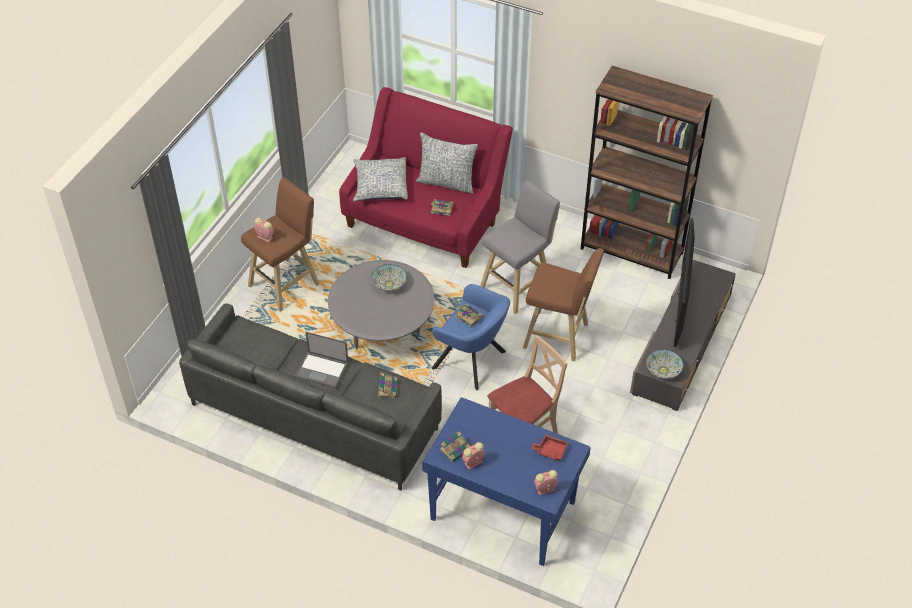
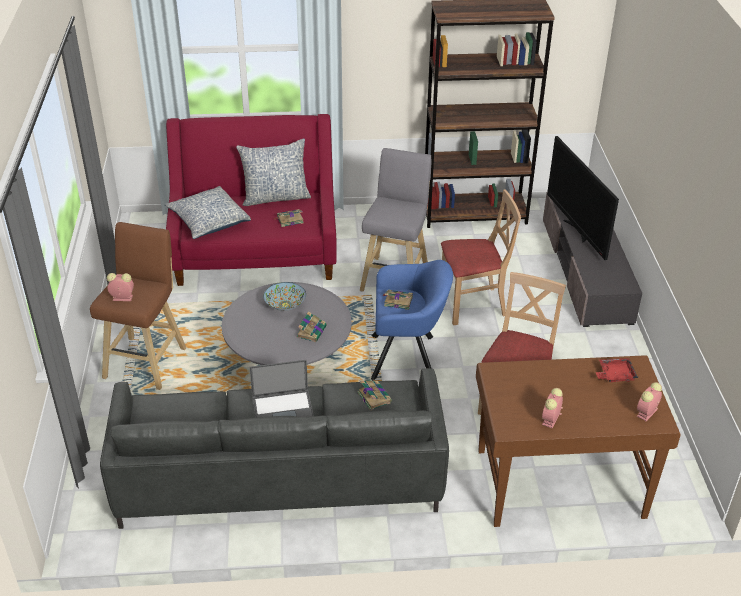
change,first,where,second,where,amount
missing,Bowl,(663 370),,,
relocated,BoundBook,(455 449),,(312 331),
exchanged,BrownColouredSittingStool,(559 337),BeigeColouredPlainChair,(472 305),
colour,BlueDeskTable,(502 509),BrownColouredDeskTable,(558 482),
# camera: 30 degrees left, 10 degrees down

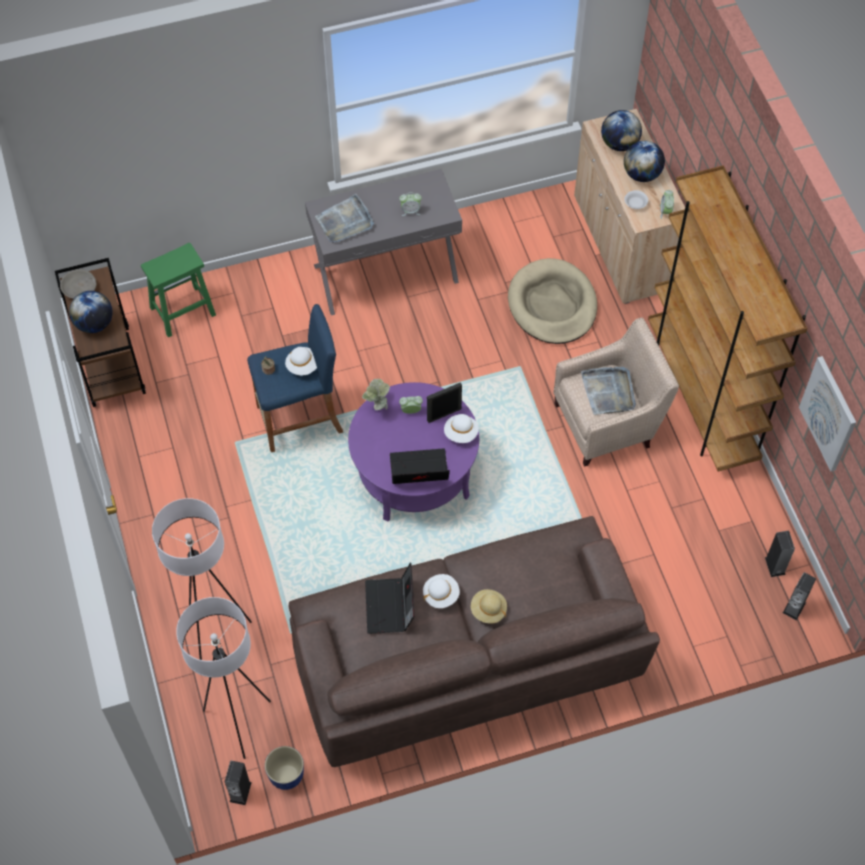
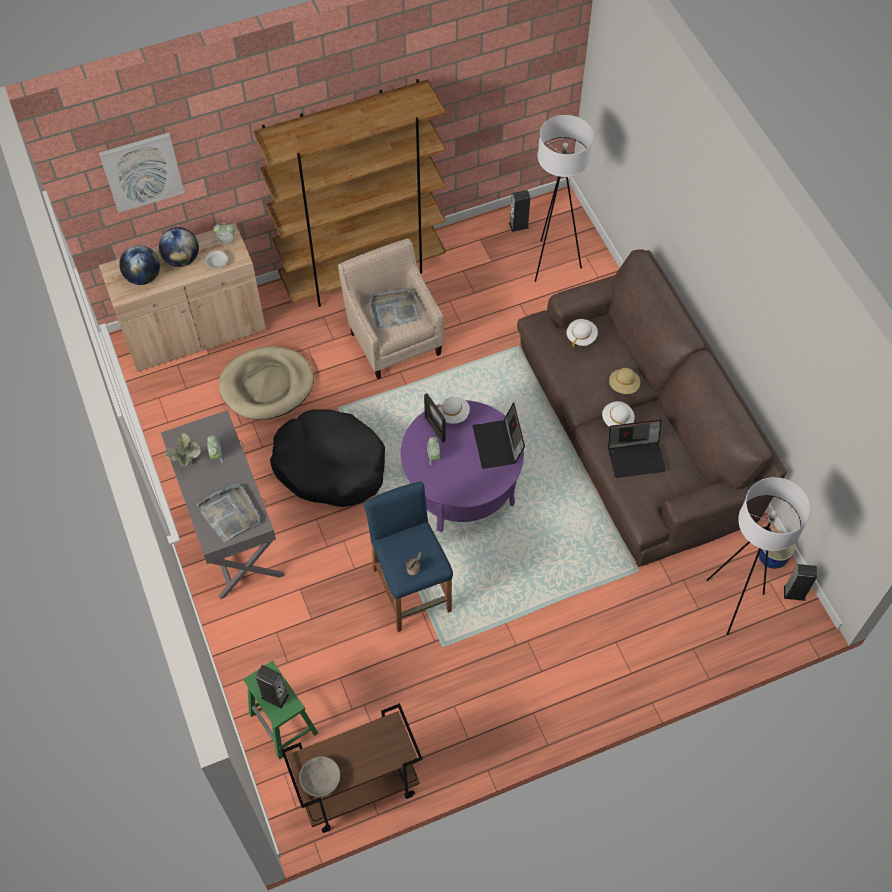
change,first,where,second,where,amount
missing,DeskGlobe,(94 323),,,
appeared,,,BlackishPetBed,(330 466),
relocated,WhitishStandardLamp,(215 631),,(552 262),
relocated,WhitishWearableHat,(303 365),,(581 336),
relocated,PottedPlant,(378 408),,(187 464),
relocated,AudioSpeaker,(794 607),,(275 696),
relocated,Picture,(829 413),,(142 171),
# camera: 95 degrees left, 0 degrees up

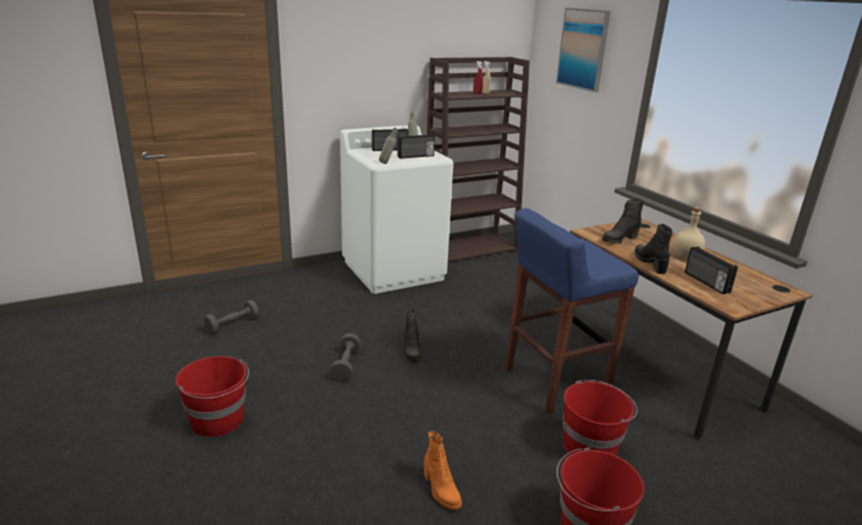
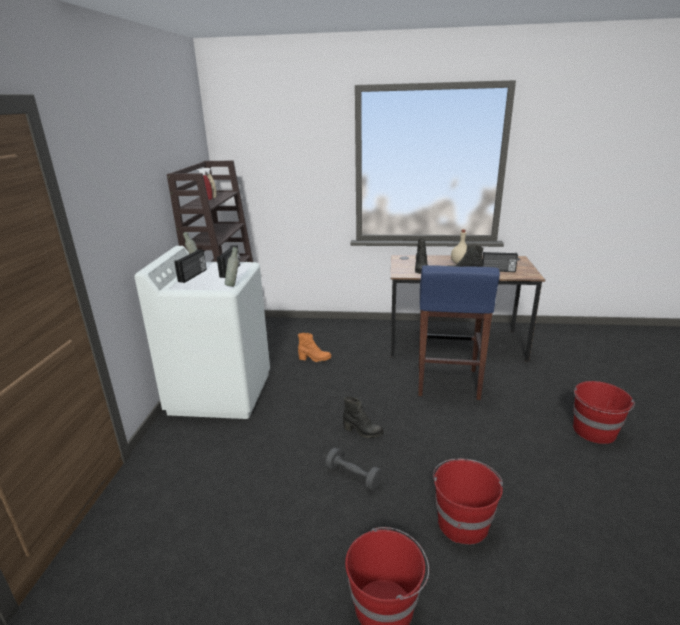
change,first,where,second,where,amount
missing,GreyHandWeight,(232 325),,,
missing,Picture,(583 49),,,
relocated,OrangeyHighTopBoot,(440 490),,(314 359),
relocated,RedPail,(590 446),,(462 522),
# camera: 55 degrees left, 0 degrees up

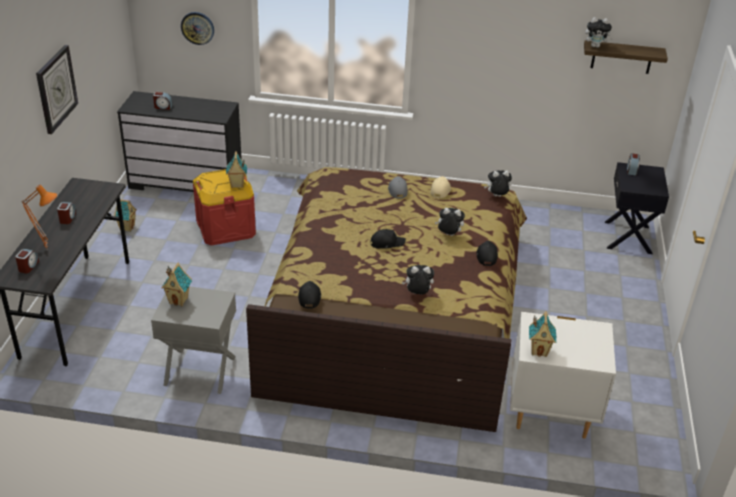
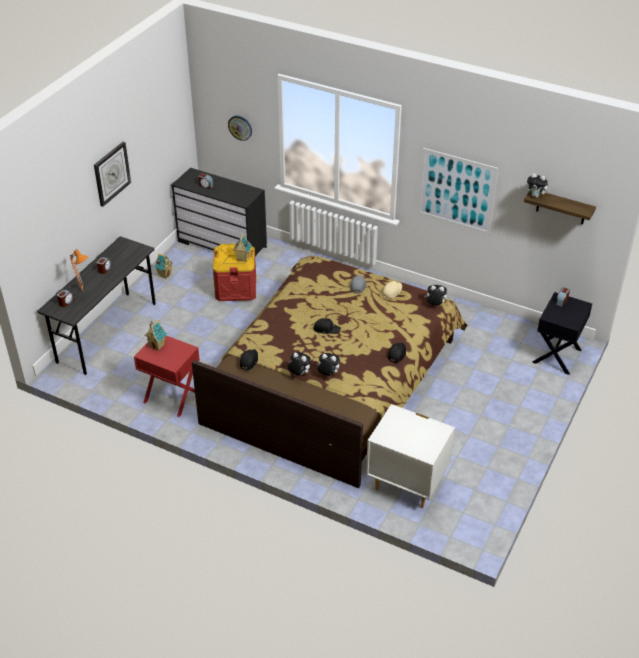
change,first,where,second,where,amount
missing,ModelHouse,(539 350),,,
appeared,,,Picture,(456 191),
relocated,SoftToy,(448 235),,(298 374),
colour,GreyNightstand,(199 371),RedNightstand,(171 397),
# camera: 20 degrees right, 5 degrees up

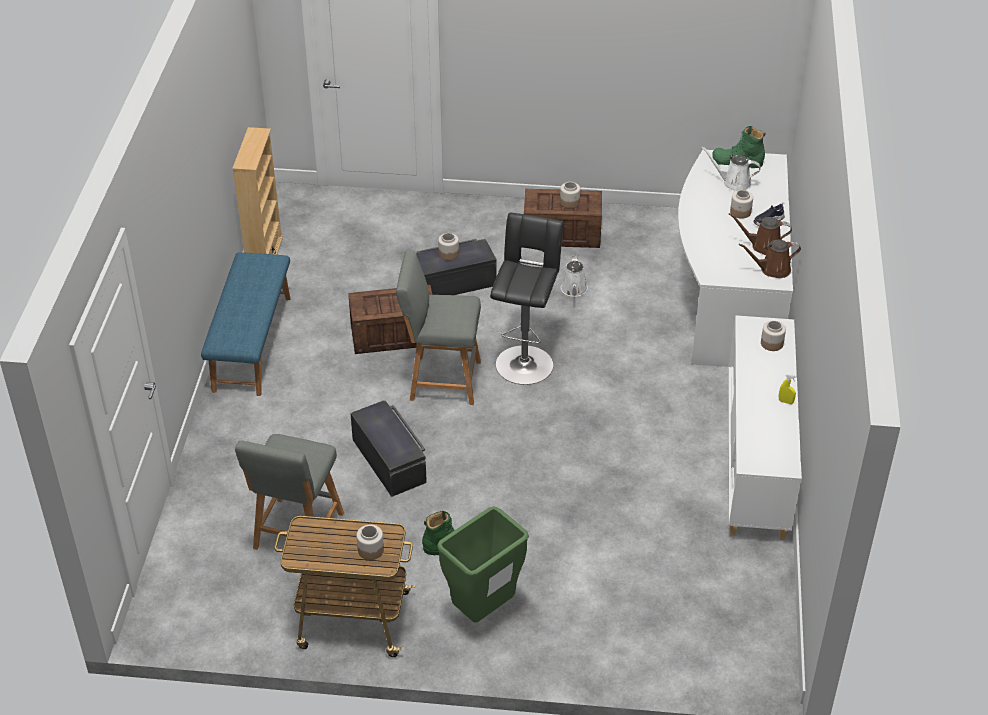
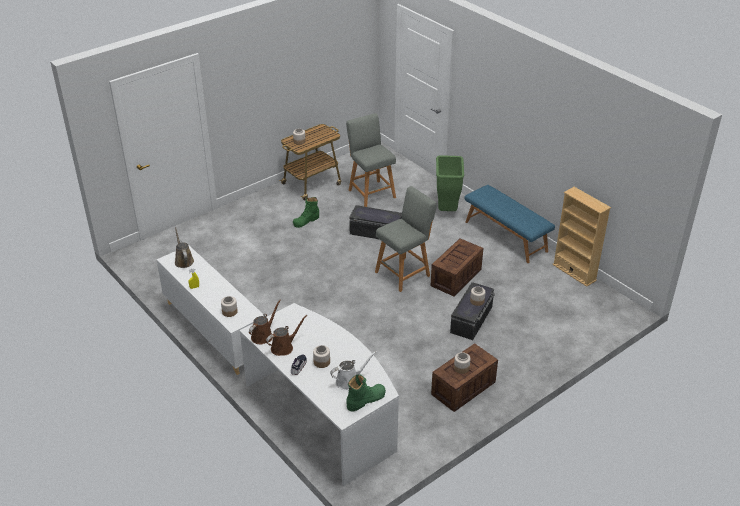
change,first,where,second,where,amount
missing,BlackishSittingStool,(525 362),,,
missing,WhitishWateringCan,(574 290),,,
appeared,,,BrownColouredWateringCan,(183 260),
relocated,GreenishTrashCan,(482 611),,(447 210),
# camera: 135 degrees right, 5 degrees down

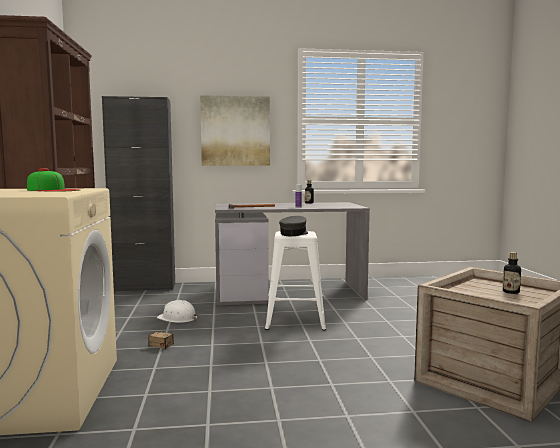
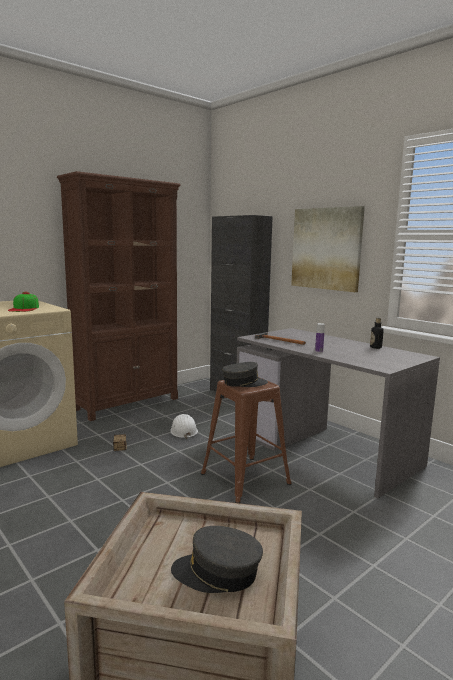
change,first,where,second,where,amount
exchanged,Bottle,(511 292),GreyBaseballCap,(217 573),
colour,WhitishSittingStool,(294 320),BrownColouredSittingStool,(244 478),
# camera: 55 degrees right, 5 degrees up

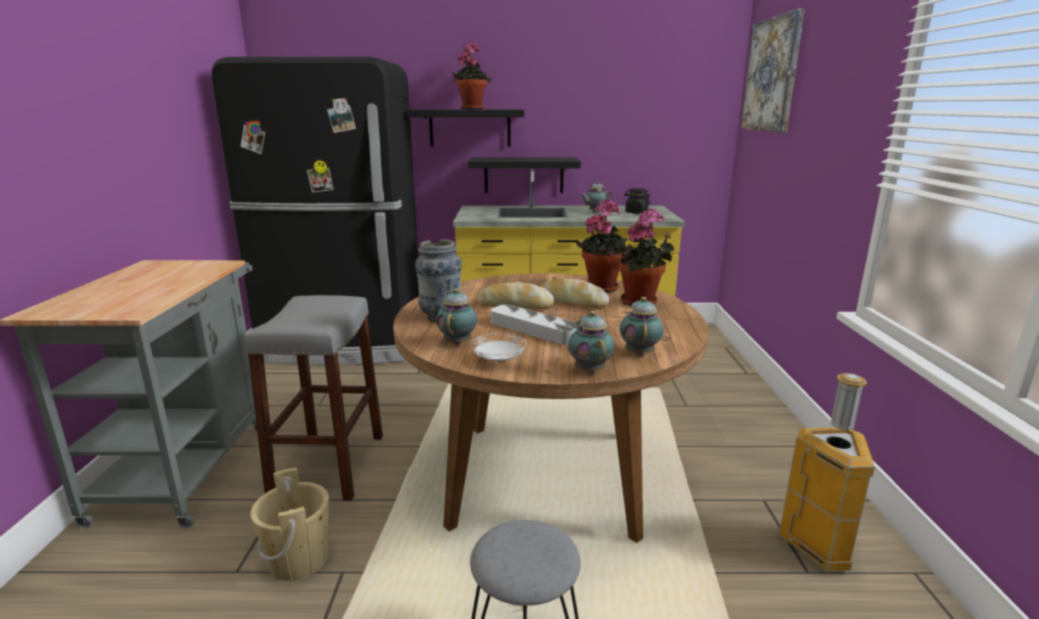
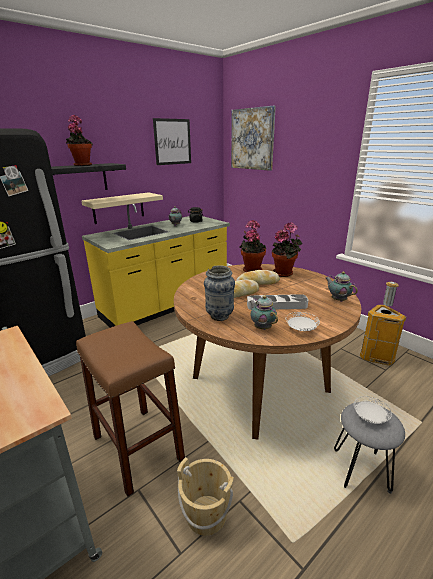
change,first,where,second,where,amount
missing,PotForTea,(589 370),,,
appeared,,,Picture,(172 142),
appeared,,,WhitishPlate,(370 417),
colour,GreySittingStool,(329 465),BrownColouredSittingStool,(137 447),
colour,BlackishShelf,(524 175),BeigeColouredShelf,(118 208),
# camera: 40 degrees left, 5 degrees up

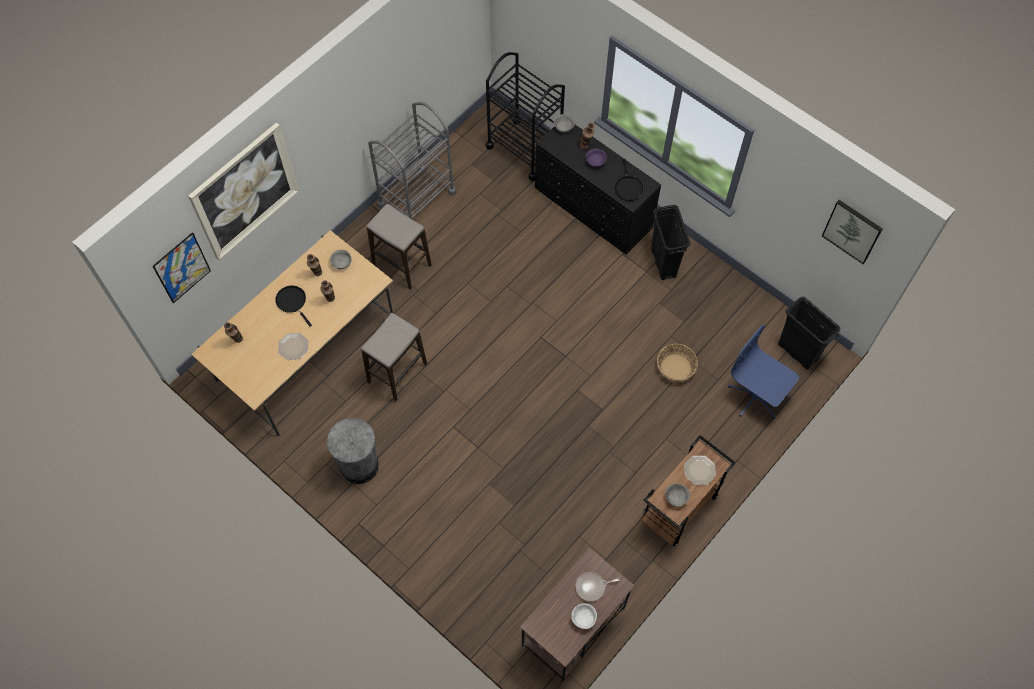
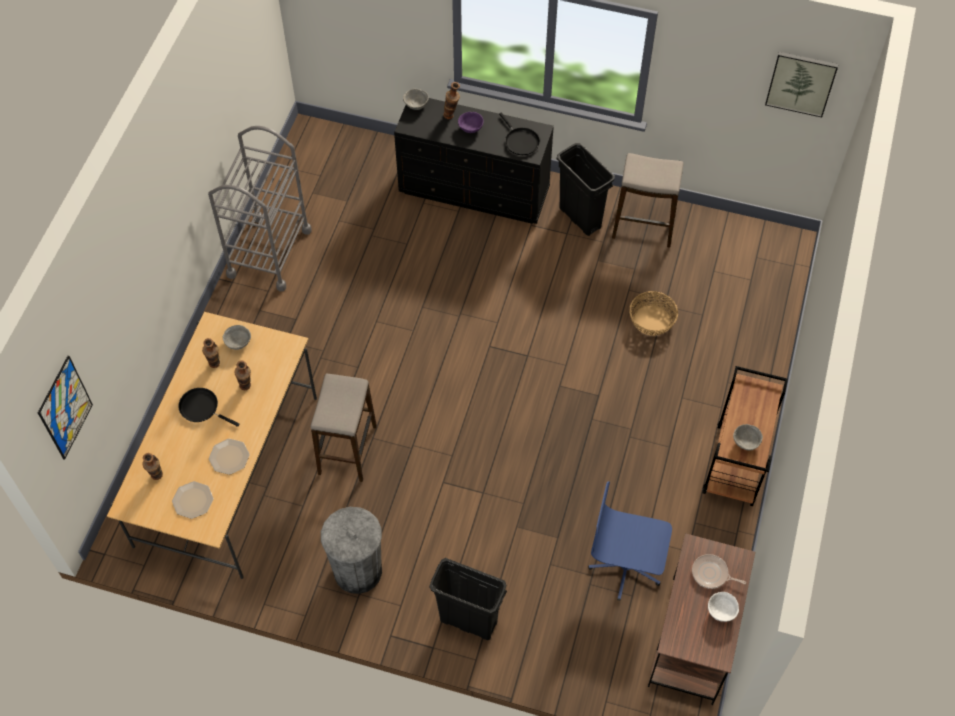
change,first,where,second,where,amount
missing,Picture,(245 191),,,
missing,BlackishCart,(524 149),,,
relocated,SittingStool,(402 264),,(643 226),
relocated,Plate,(700 470),,(193 500),
relocated,BlueDeskChair,(755 396),,(626 567),
relocated,BlackishTrashCan,(797 352),,(469 621),
spun,FryingPan,(592 587),,(711 574),60 degrees clockwise
# camera: 25 degrees left, 5 degrees down

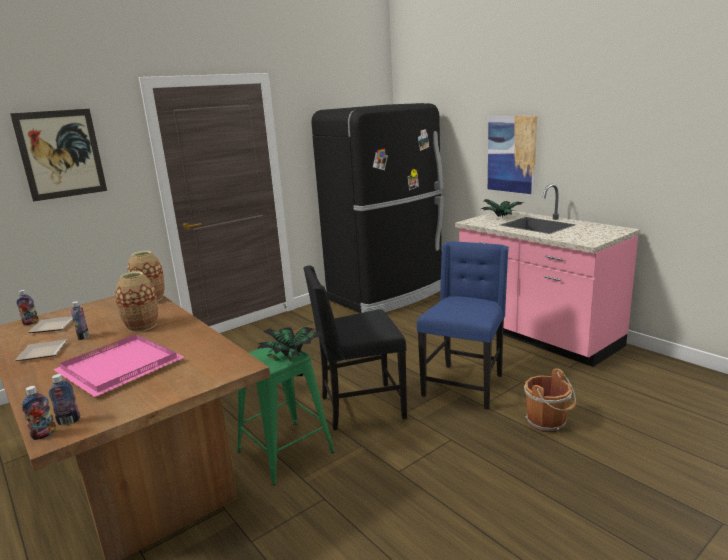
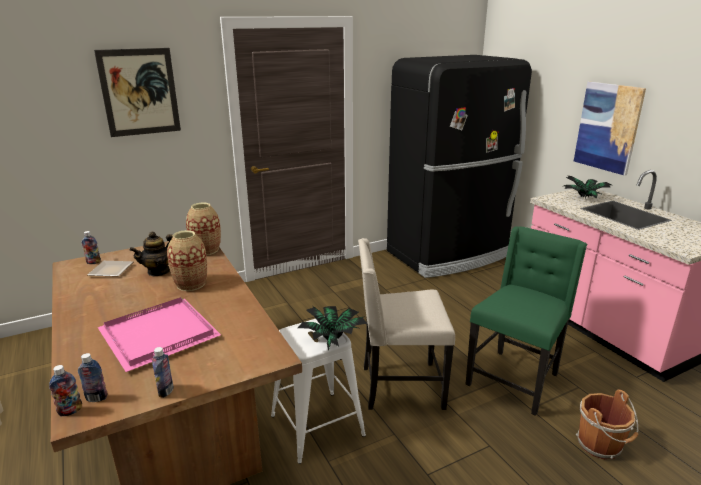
change,first,where,second,where,amount
missing,Plate,(41 352),,,
appeared,,,PotForTea,(159 271),
relocated,Bottle,(83 337),,(166 391),
colour,GreenishSittingStool,(285 451),WhitishSittingStool,(316 425),
colour,BlackishPlainChair,(360 407),BeigeColouredPlainChair,(400 387),
colour,BluePlainChair,(464 385),GreenishPlainChair,(514 379),
# camera: 10 degrees right, 5 degrees up

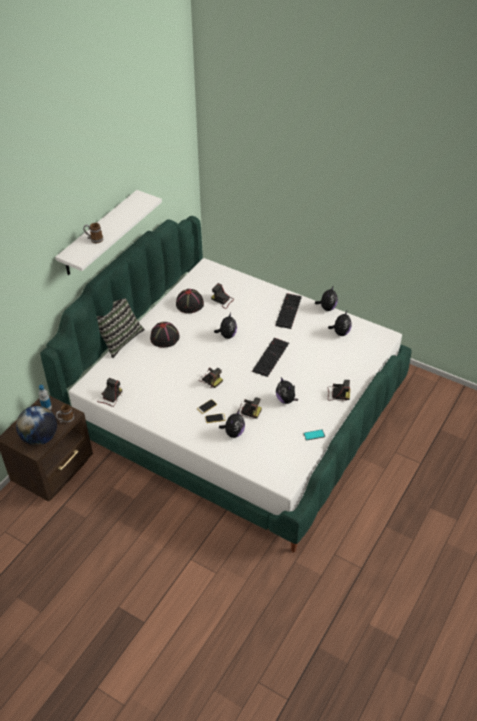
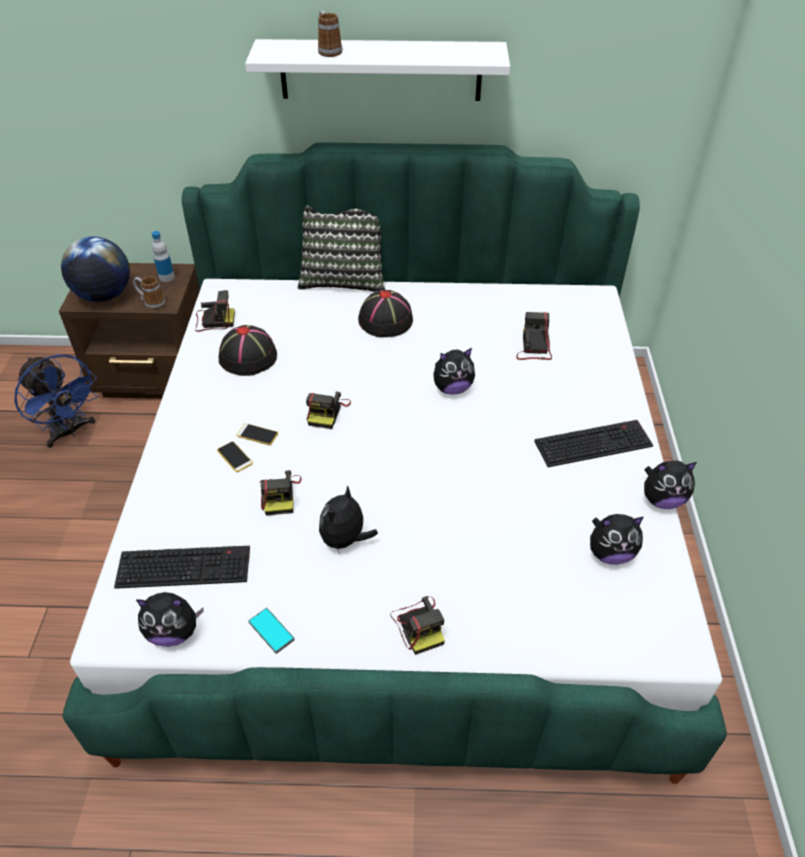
change,first,where,second,where,amount
appeared,,,BlueElectricFan,(70 432),
relocated,BlackishWearableHat,(190 304),,(249 357),
relocated,SoftToy,(233 433),,(174 632),
relocated,Keyboard,(270 356),,(185 566),
# camera: 60 degrees right, 0 degrees up

